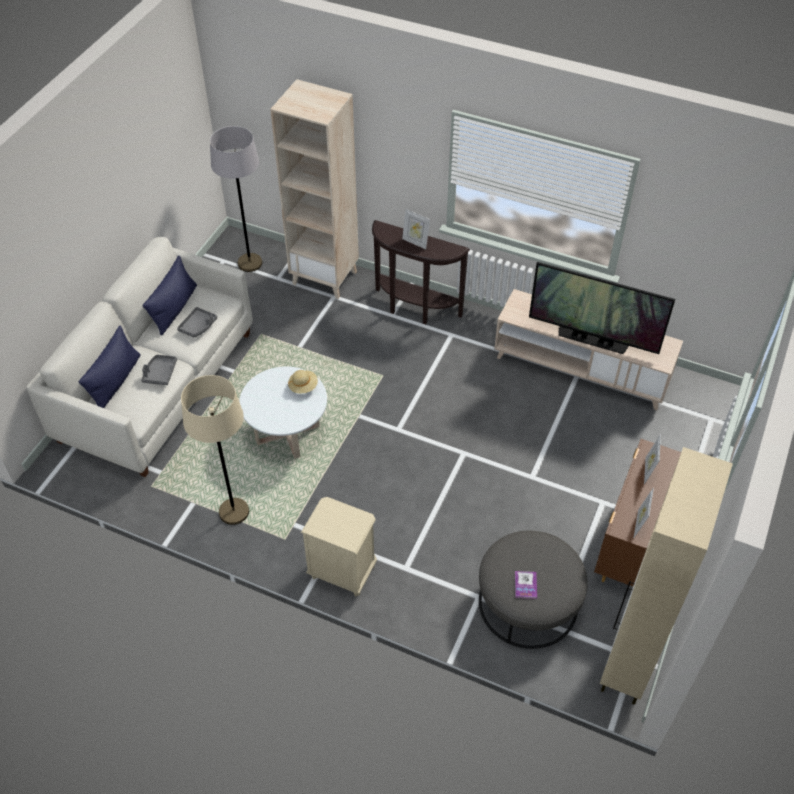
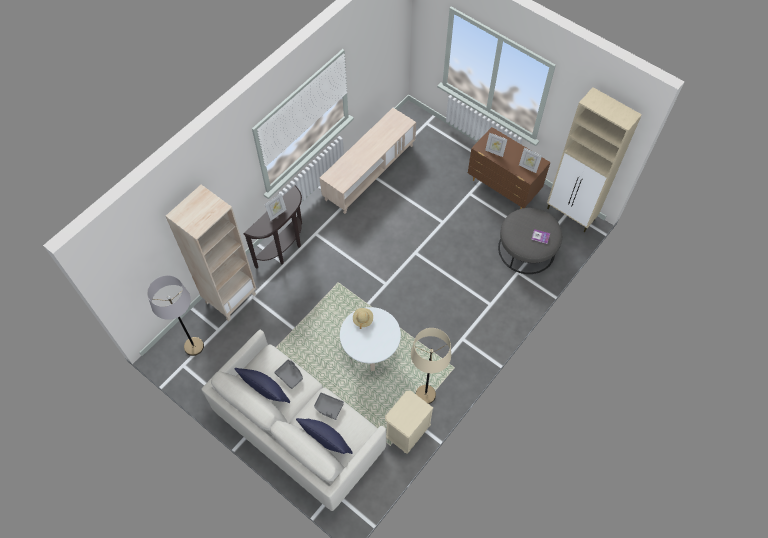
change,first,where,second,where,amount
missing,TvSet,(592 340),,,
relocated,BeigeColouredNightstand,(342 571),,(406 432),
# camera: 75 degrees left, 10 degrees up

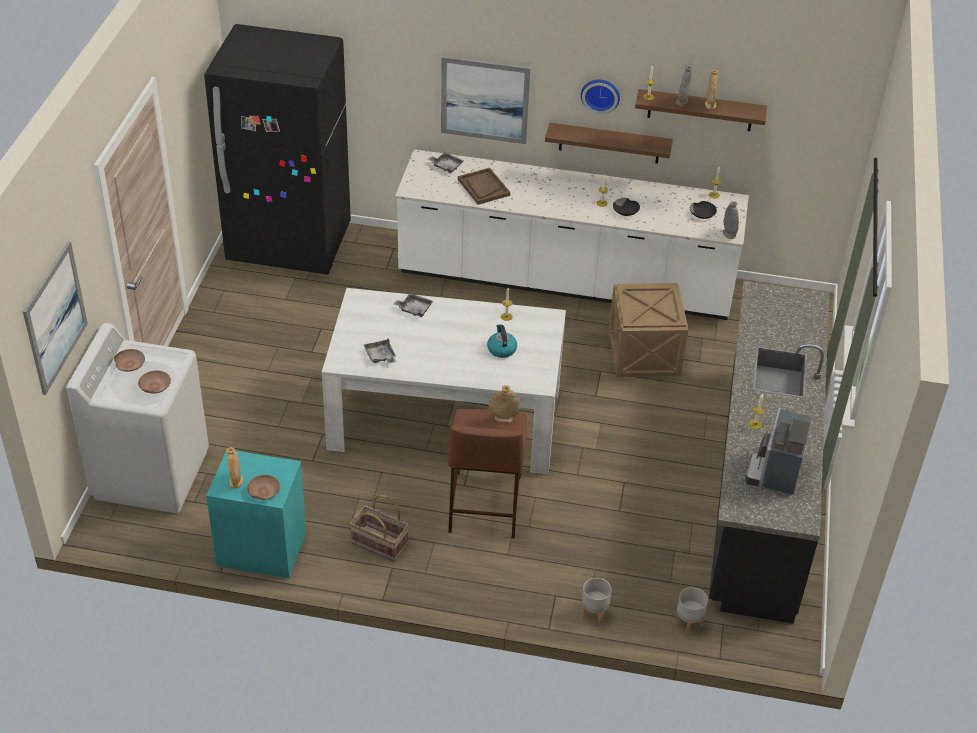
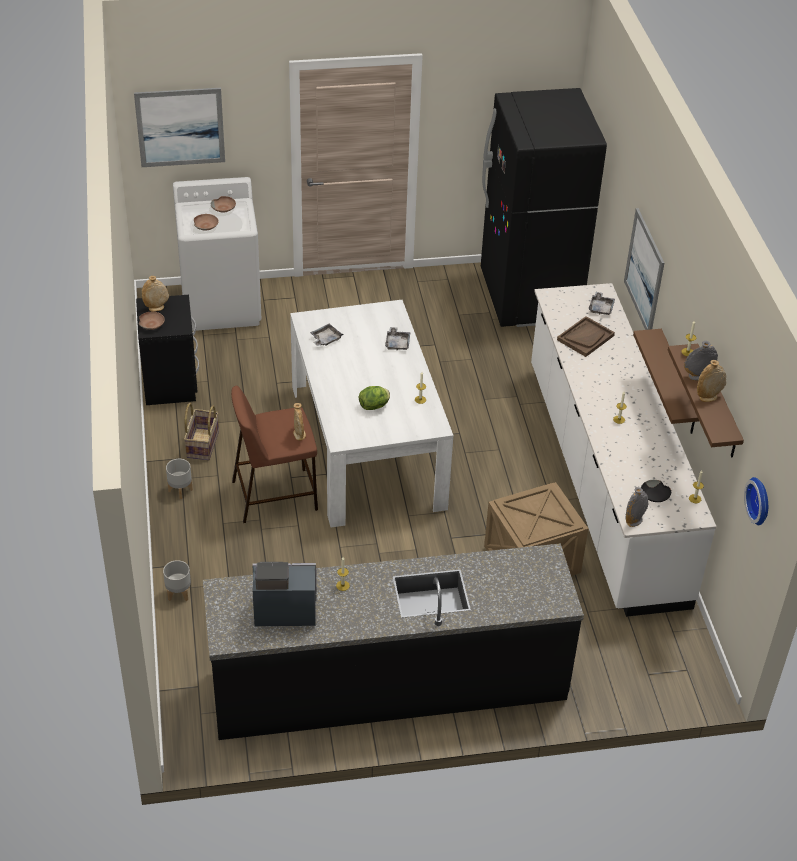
change,first,where,second,where,amount
missing,BlackishBowl,(626 211),,,
relocated,WallClock,(600 94),,(760 500),
relocated,GreyPlantPot,(688 622),,(180 490),
exchanged,WaterKettle,(501 349),LettuceHead,(374 406),
colour,TurquoiseColouredNightstand,(262 548),BlackishNightstand,(171 382),
# camera: 70 degrees right, 0 degrees up

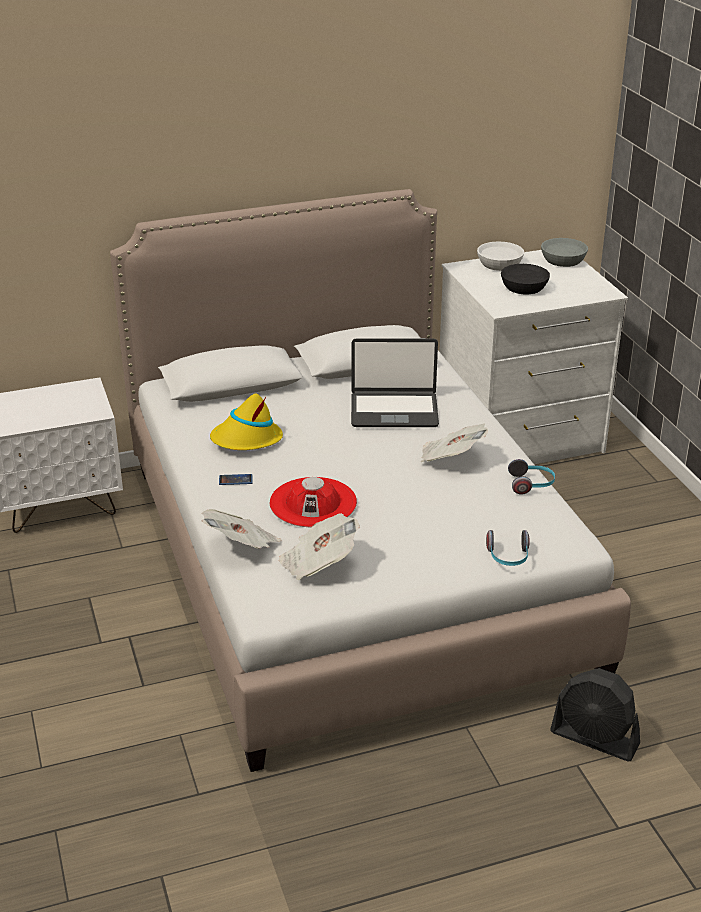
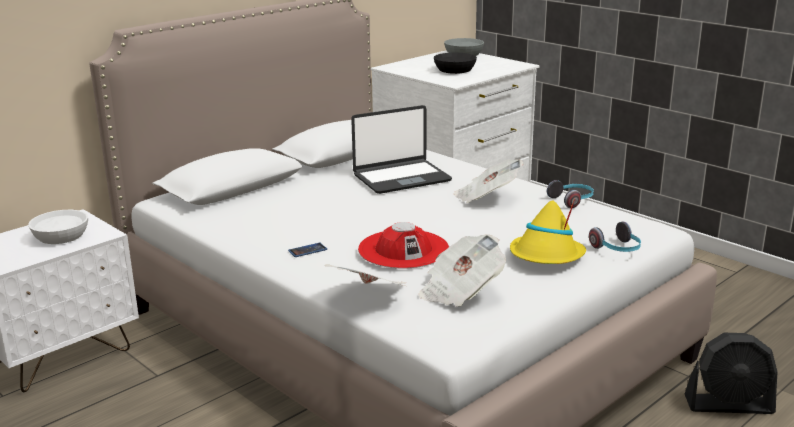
change,first,where,second,where,amount
relocated,YellowWearableHat,(246 439),,(546 256),
relocated,WhitishBowl,(500 264),,(62 236),
# camera: 25 degrees left, 10 degrees down

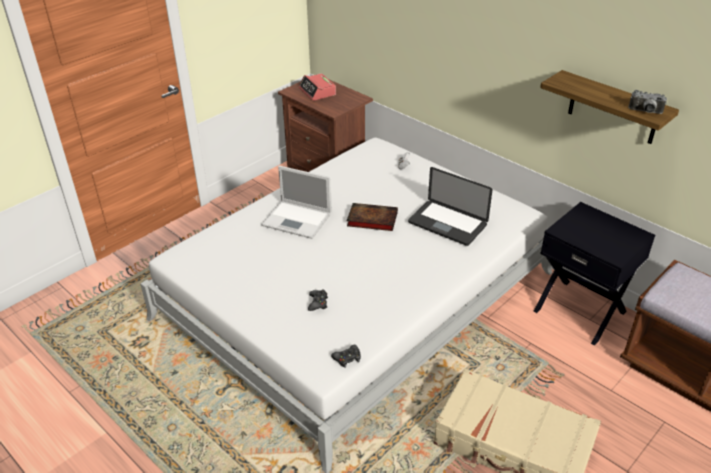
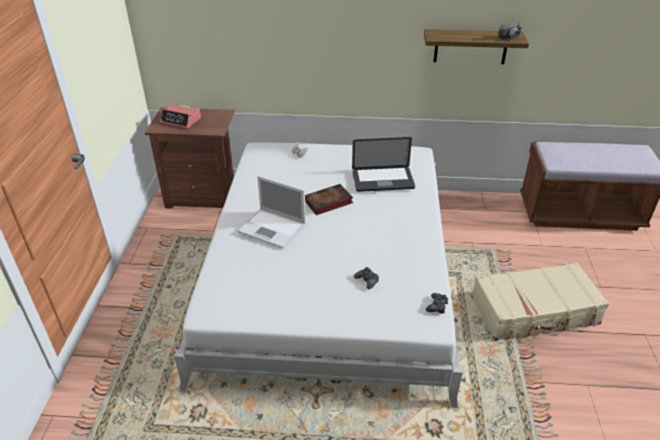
change,first,where,second,where,amount
missing,BlackishNightstand,(580 310),,,
spun,Laptop,(298 220),,(273 228),45 degrees clockwise
# camera: 40 degrees left, 0 degrees up

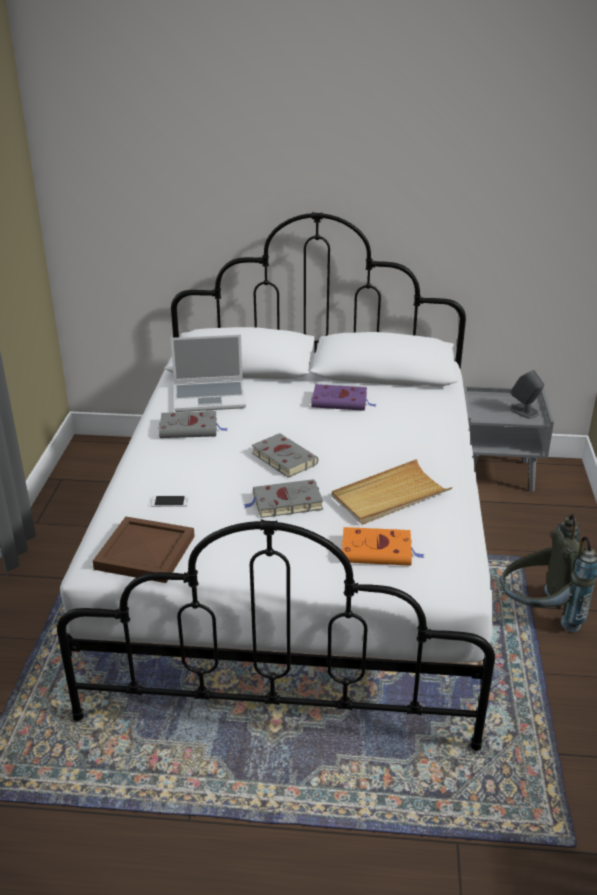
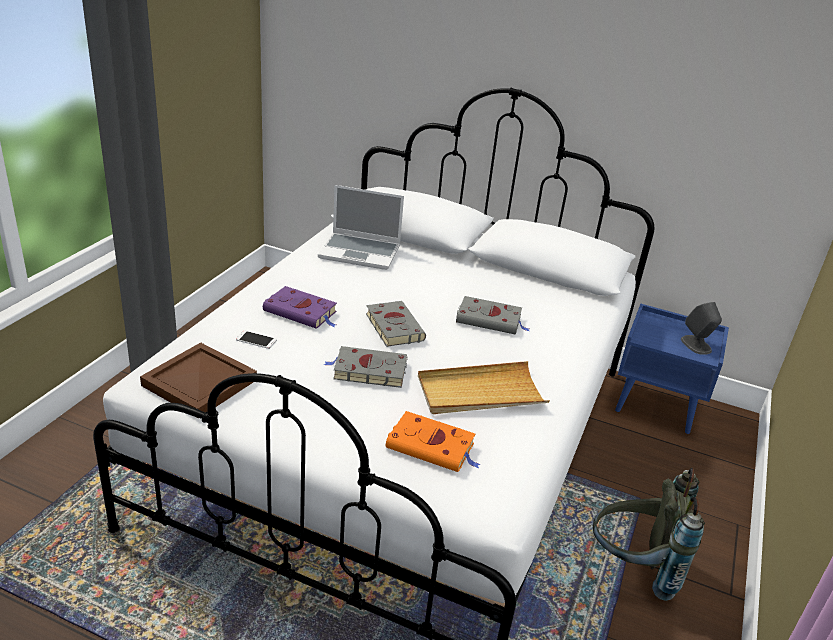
change,first,where,second,where,amount
relocated,GreyBoundBook,(190 429),,(490 320),
relocated,PurplishBoundBook,(341 401),,(302 312),
colour,GreyNightstand,(497 474),BlueNightstand,(657 405),
# camera: 15 degrees right, 0 degrees up

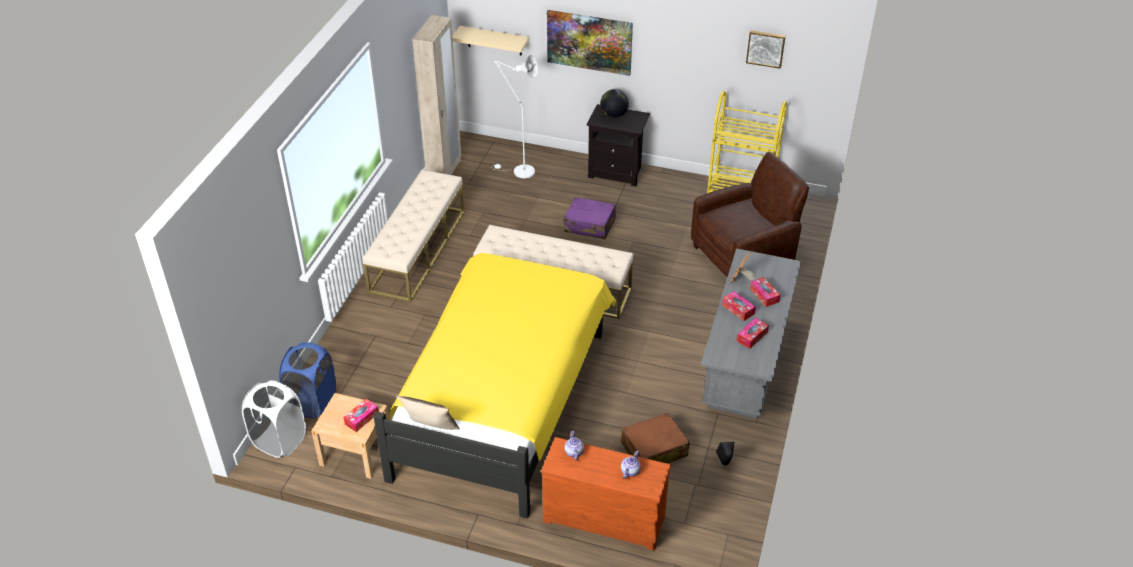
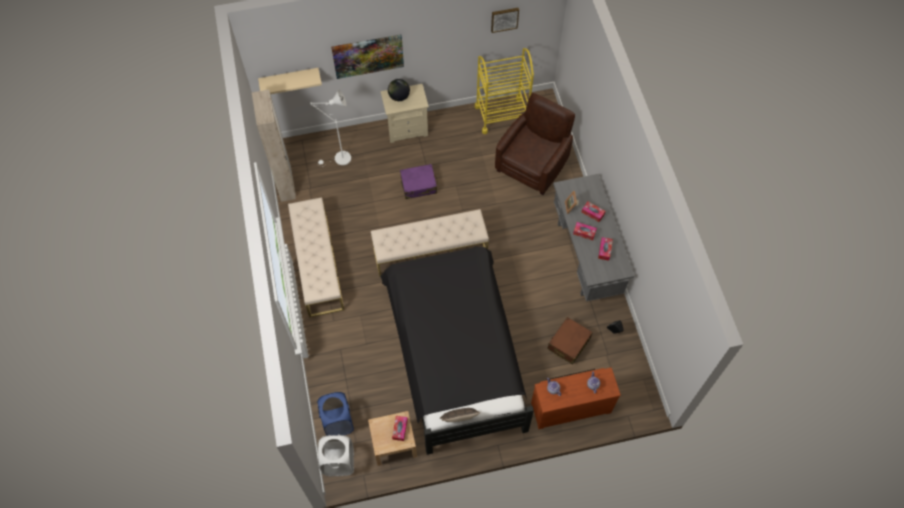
change,first,where,second,where,amount
colour,YellowSleepingBed,(503 396),BlackishSleepingBed,(455 352),
colour,BlackishNightstand,(617 172),BeigeColouredNightstand,(406 128),
# camera: 30 degrees left, 20 degrees up

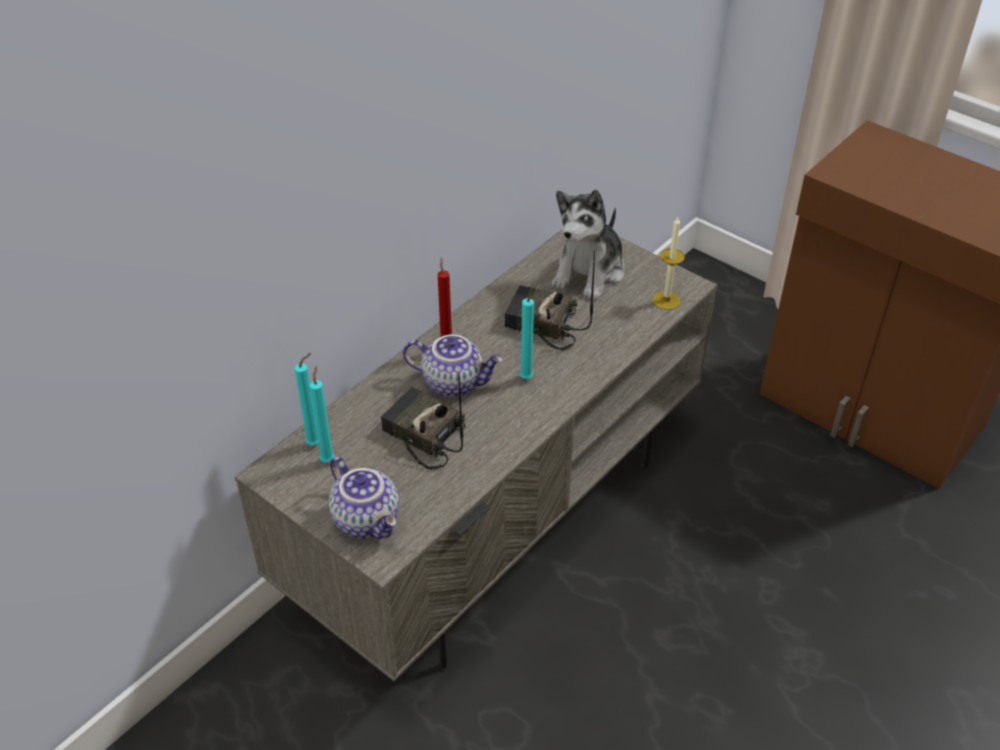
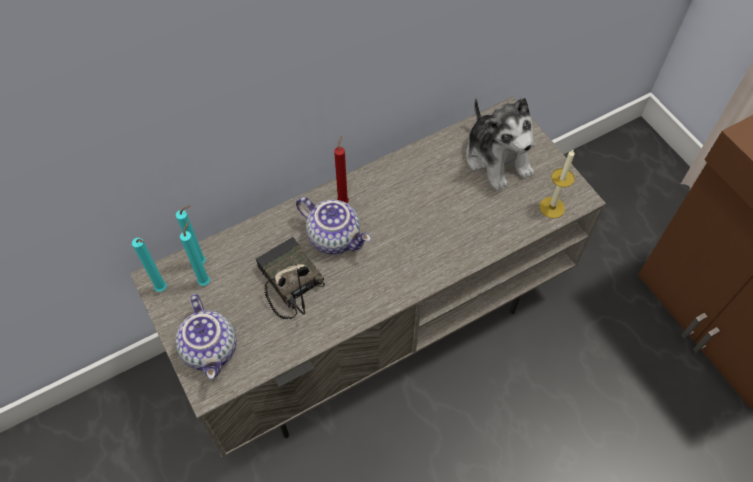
change,first,where,second,where,amount
missing,Radio,(541 325),,,
relocated,TurquoiseColouredWaxLight,(528 379),,(163 290),
spun,SoftToy,(590 272),,(497 158),75 degrees counterclockwise
# camera: 20 degrees right, 15 degrees up

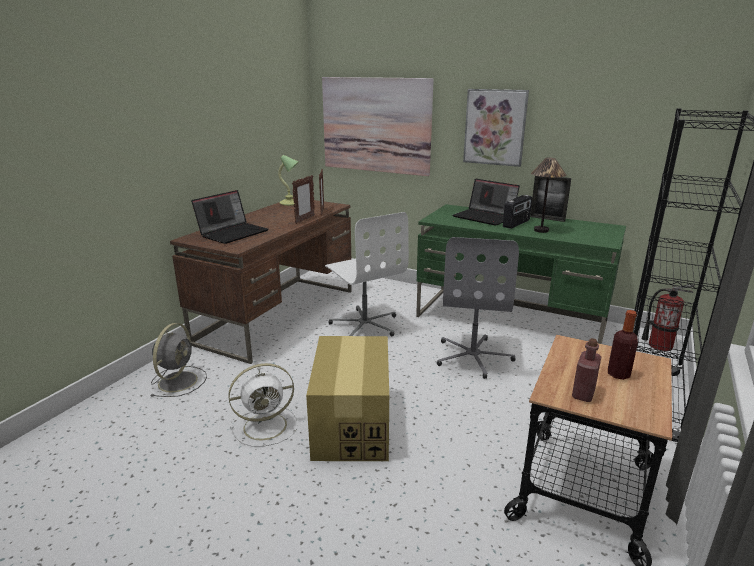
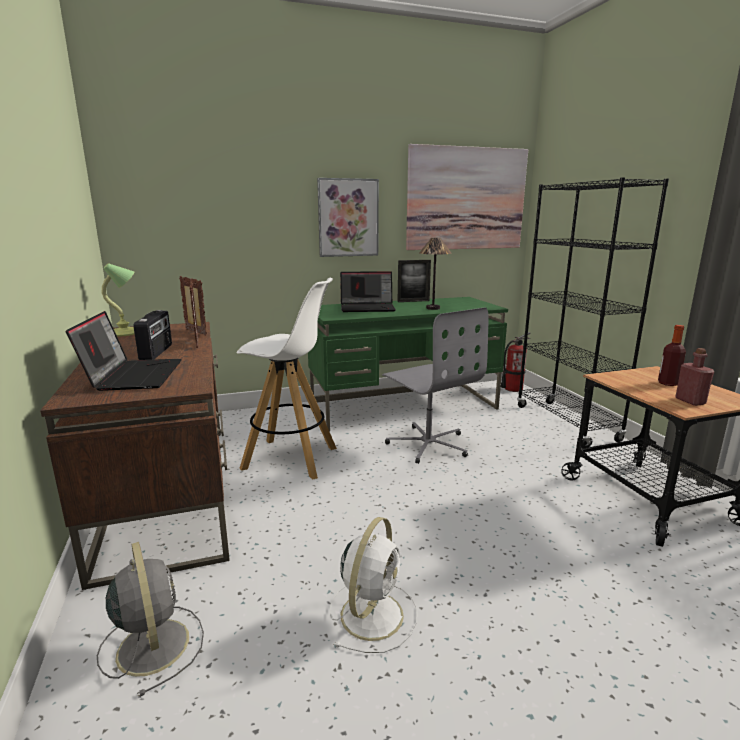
change,first,where,second,where,amount
missing,Carton,(352 423),,,
relocated,Picture,(376 125),,(466 199),
relocated,Radio,(516 223),,(157 352),
exchanged,WhitishDeskChair,(365 325),WhitishSittingStool,(291 458),
# camera: 45 degrees left, 5 degrees down

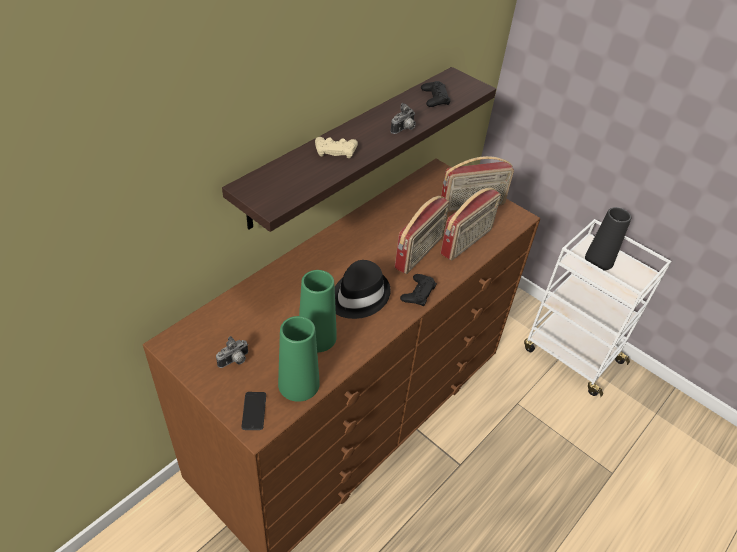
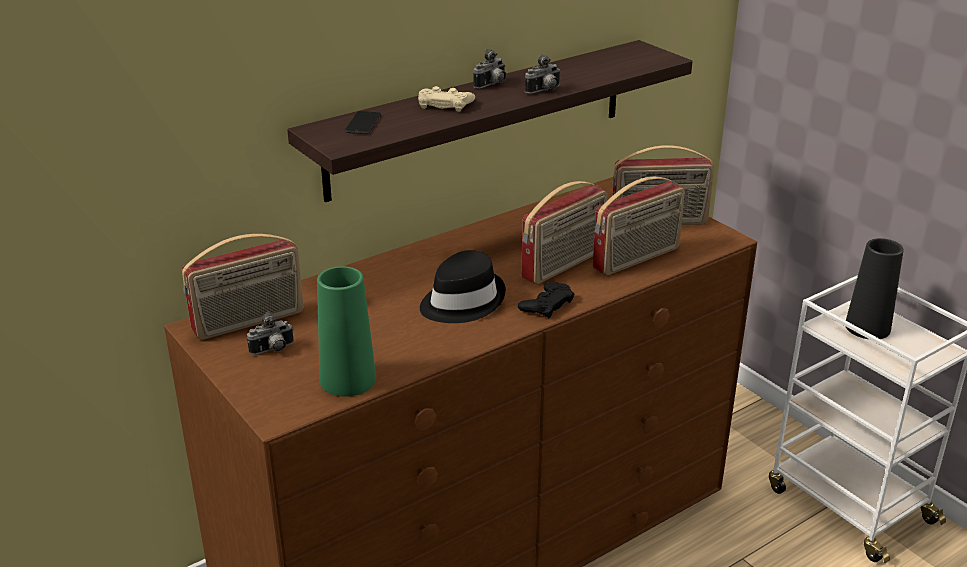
change,first,where,second,where,amount
missing,GreenishDecorativeVase,(317 337),,,
missing,BlackishGamepad,(435 98),,,
appeared,,,Radio,(249 322),
appeared,,,PhotoCamera,(492 85),
relocated,Telephone,(254 411),,(363 124),
# camera: 15 degrees right, 15 degrees down

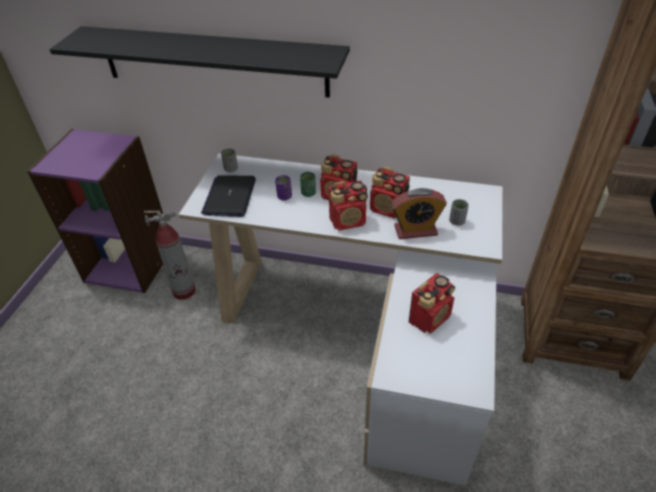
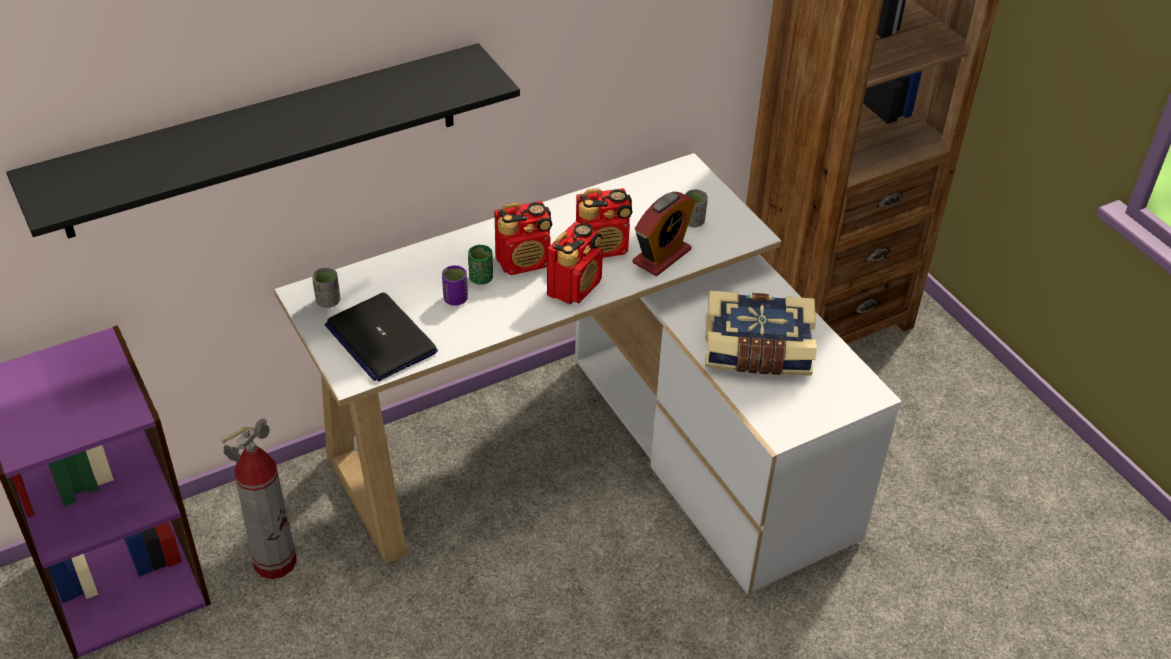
change,first,where,second,where,amount
exchanged,Radio,(430 318),BoundBook,(757 351),
# camera: 45 degrees left, 0 degrees up

